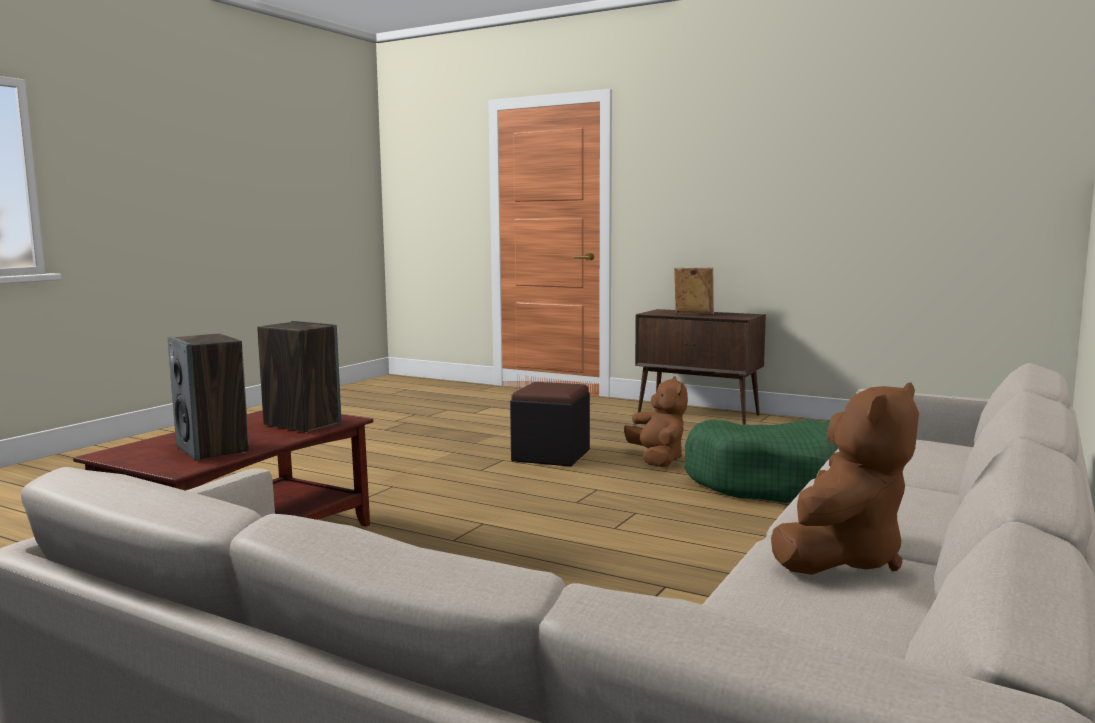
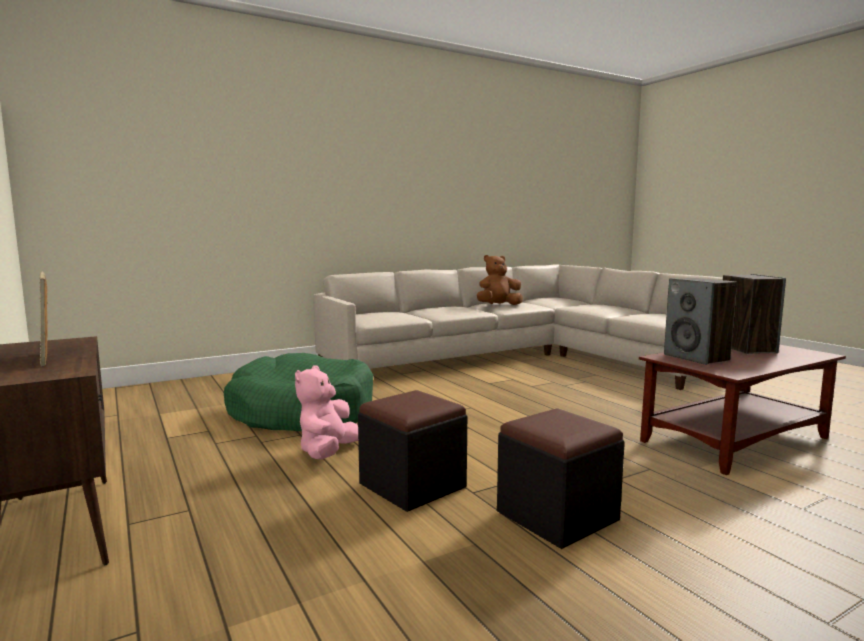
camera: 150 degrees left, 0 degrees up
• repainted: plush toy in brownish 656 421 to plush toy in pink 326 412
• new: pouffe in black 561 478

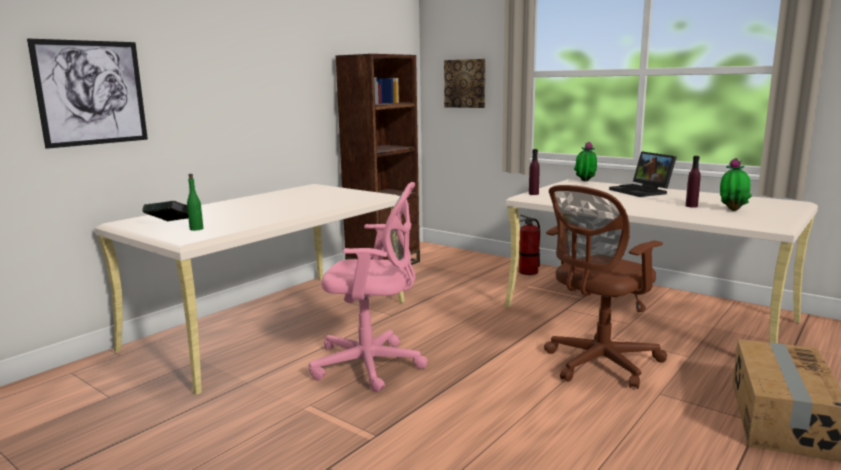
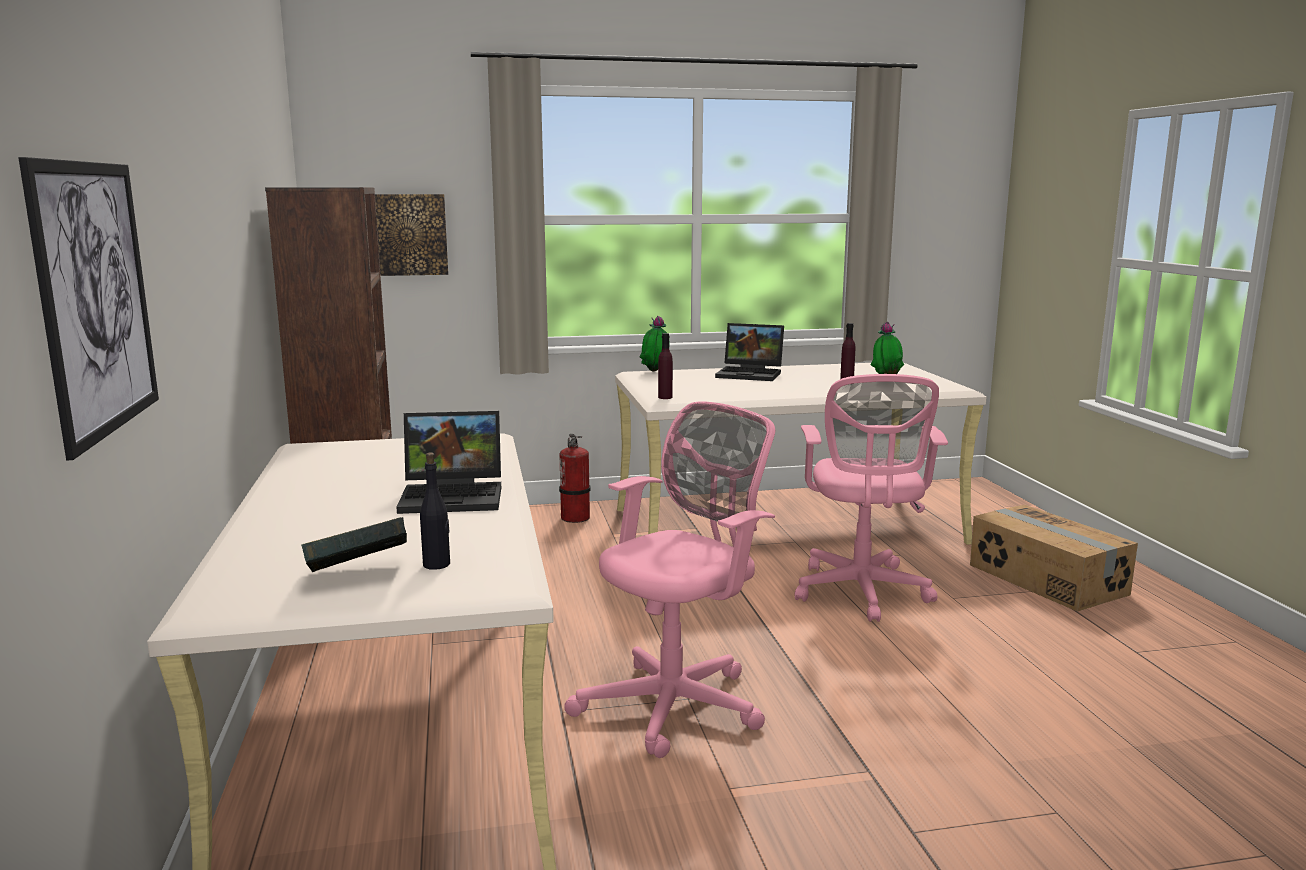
camera: 50 degrees left, 0 degrees up
• repainted: bottle in greenish 195 202 to bottle in black 435 511
• repainted: computer chair in brownish 605 287 to computer chair in pink 871 498
• new: notebook computer 448 462

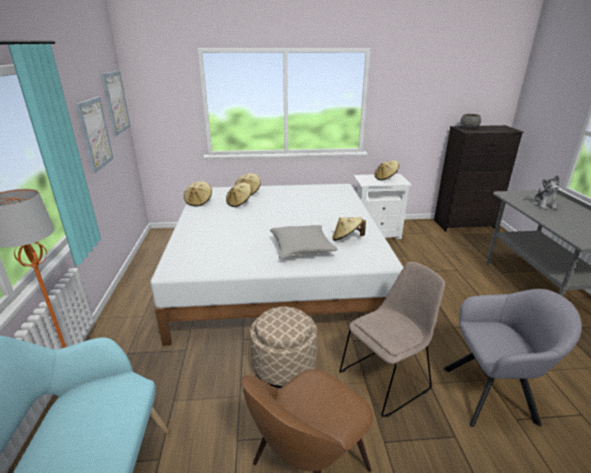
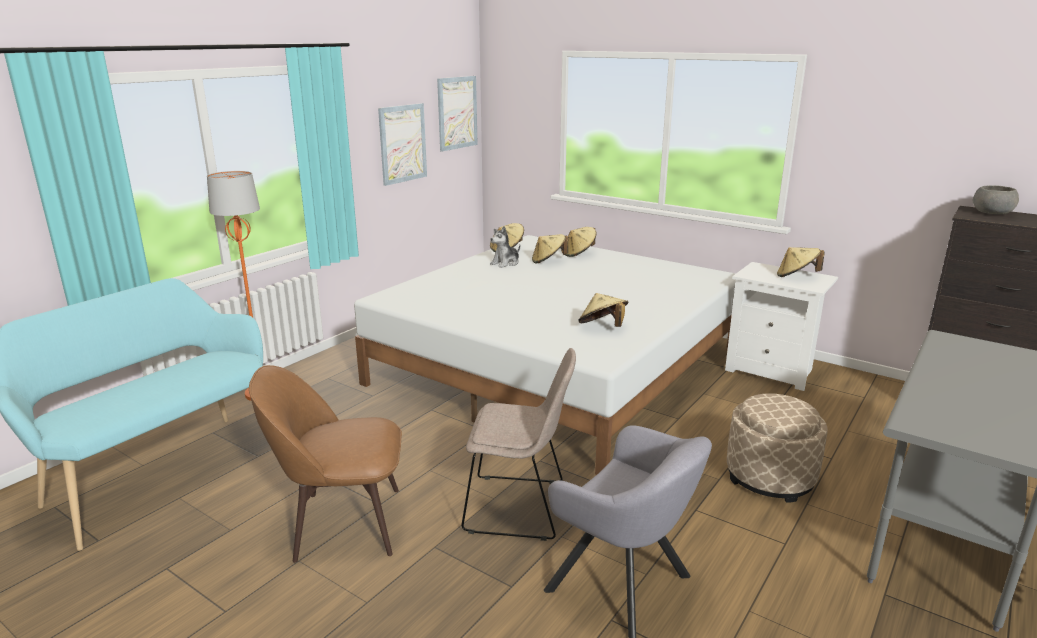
camera: 40 degrees right, 5 degrees down
• shifted: plush toy 546 192 to 505 247
• gone: pillow in greyish 304 242
• shifted: pouffe in beige 283 347 to 777 448

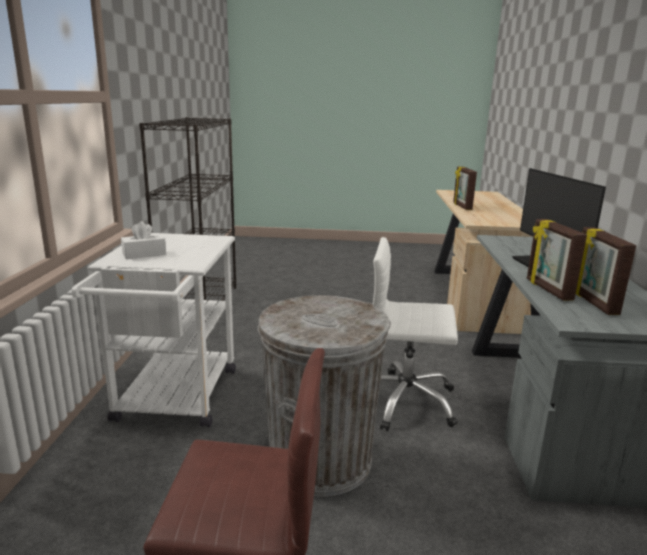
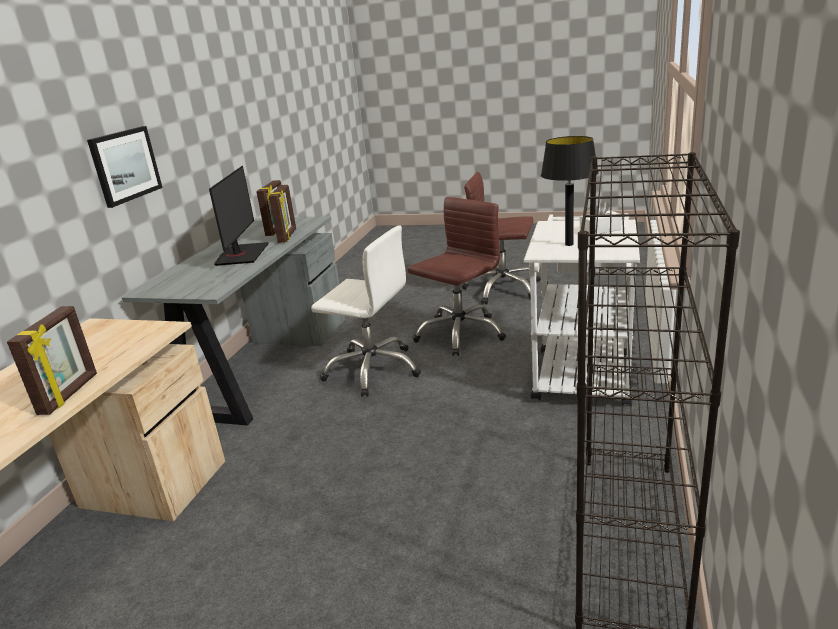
camera: 165 degrees left, 5 degrees up
• swapped: trash can in greyish 324 396 to computer chair in brownish 457 276
• new: picture 125 167
• new: lamp for a table in black 570 191

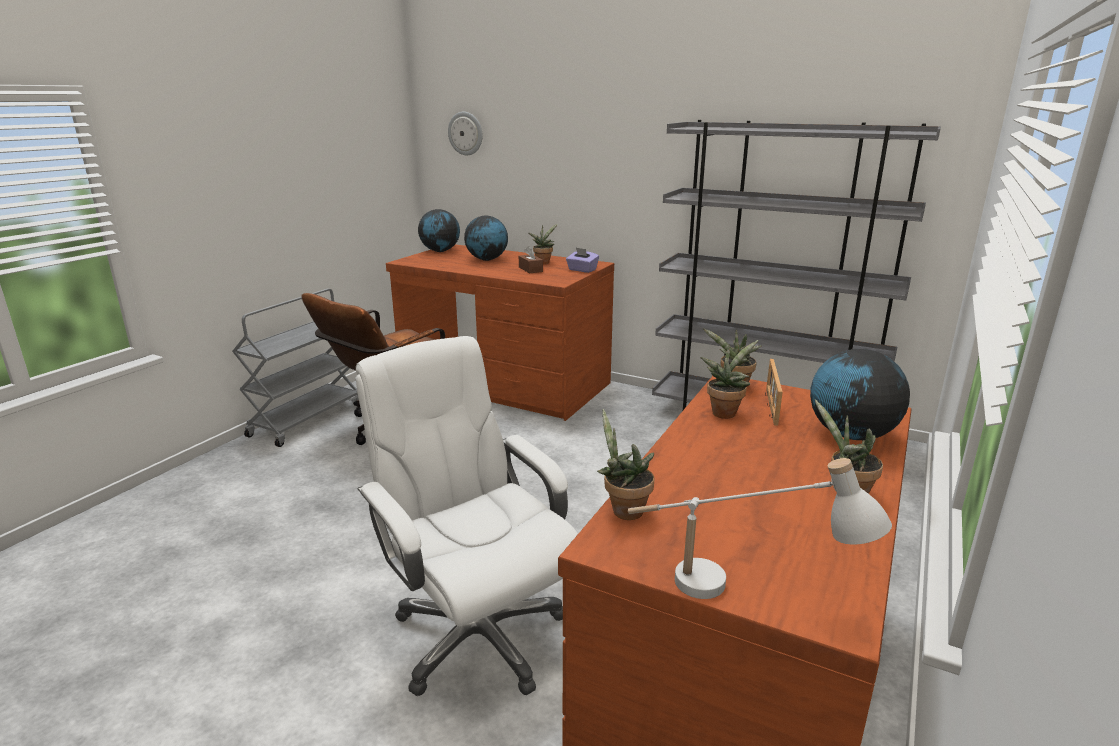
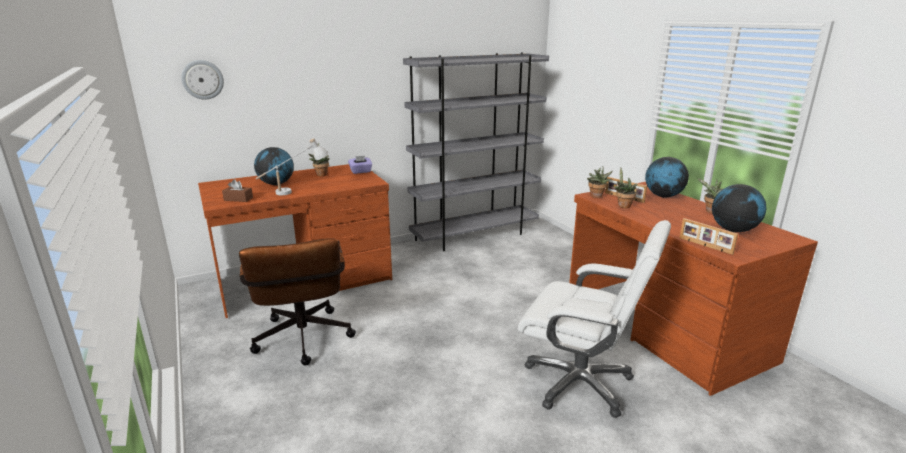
camera: 55 degrees left, 0 degrees up
• shifted: world globe 439 230 to 739 208
• shifted: tissue holder in brownish 531 259 to 237 190
• gone: trolley in greyish 295 368
• rotated: computer chair in white-coloured 467 516 = 594 319 150 degrees counterclockwise
• swapped: plant in a pot 626 464 to photo frame 709 236
• shifted: lamp for a table in white-coloured 760 528 to 291 166

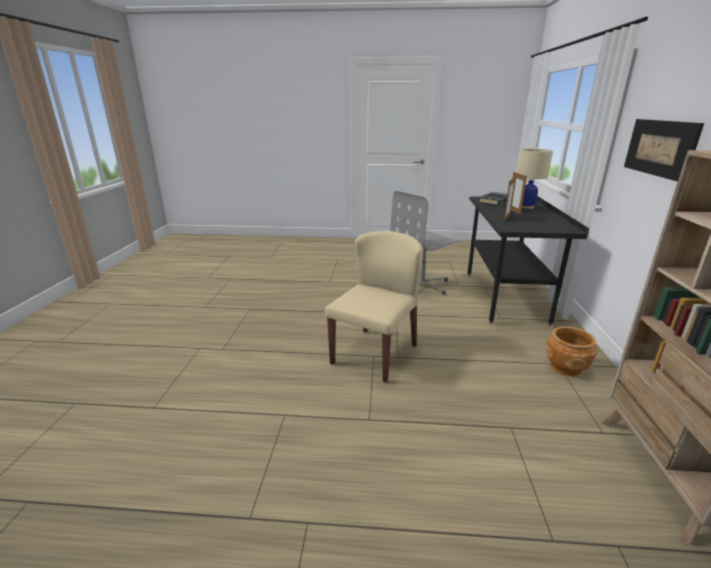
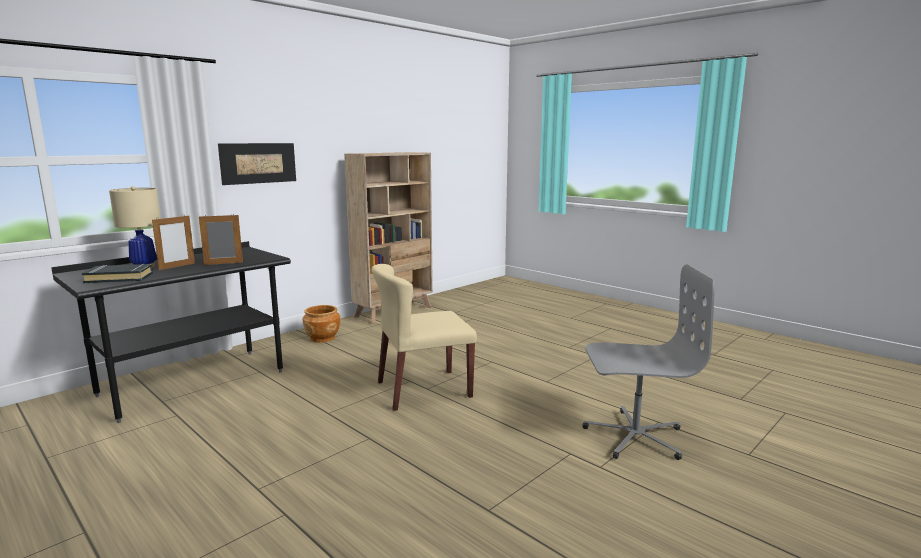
camera: 140 degrees left, 10 degrees down
• shifted: computer chair in greyish 424 243 to 649 362

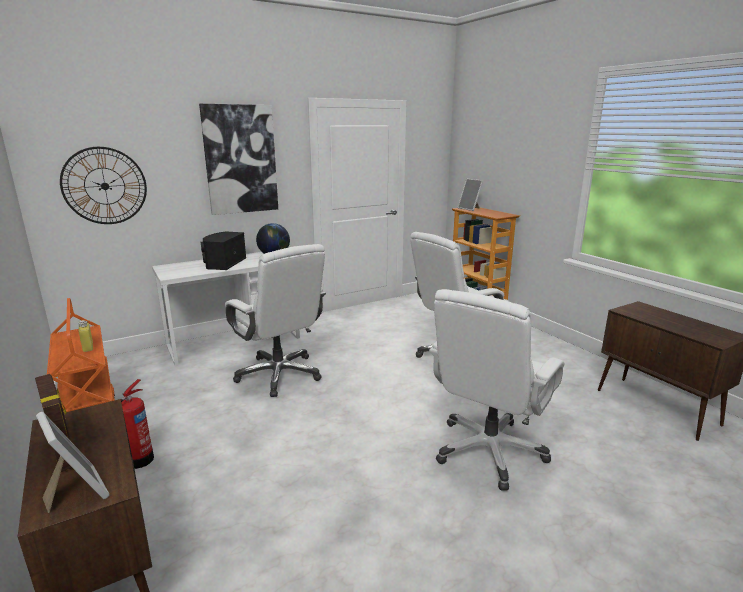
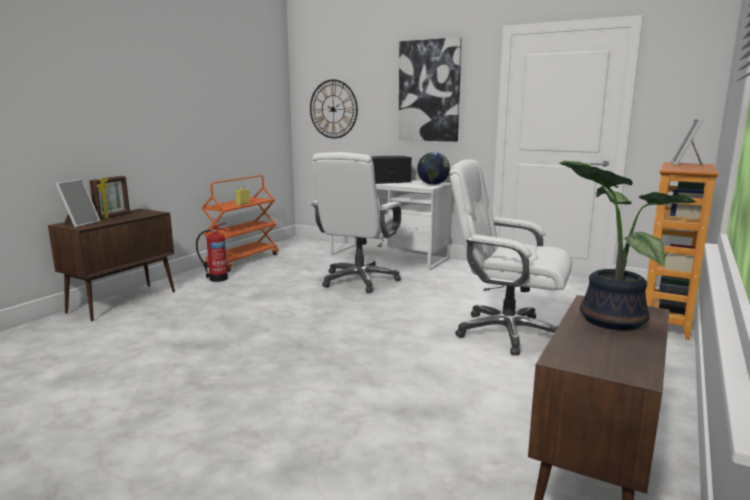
camera: 60 degrees right, 5 degrees down
• gone: computer chair in white-coloured 497 390
• new: plant in a pot 628 245

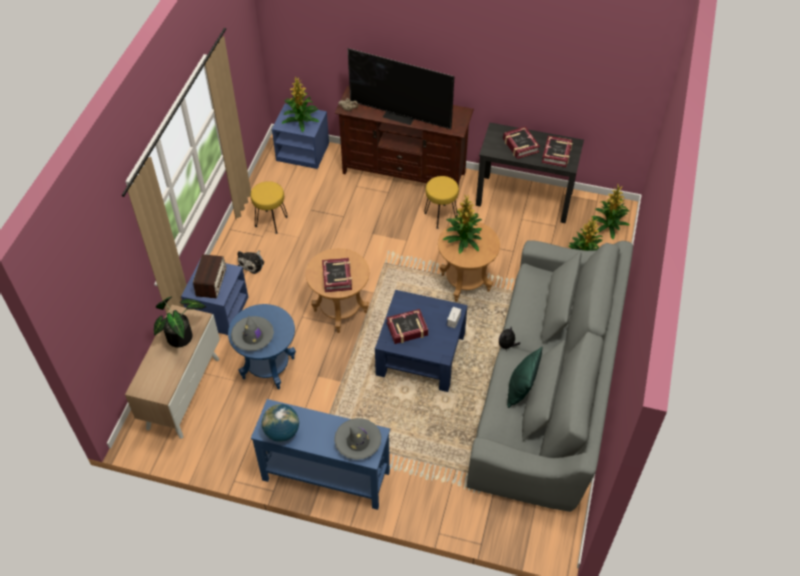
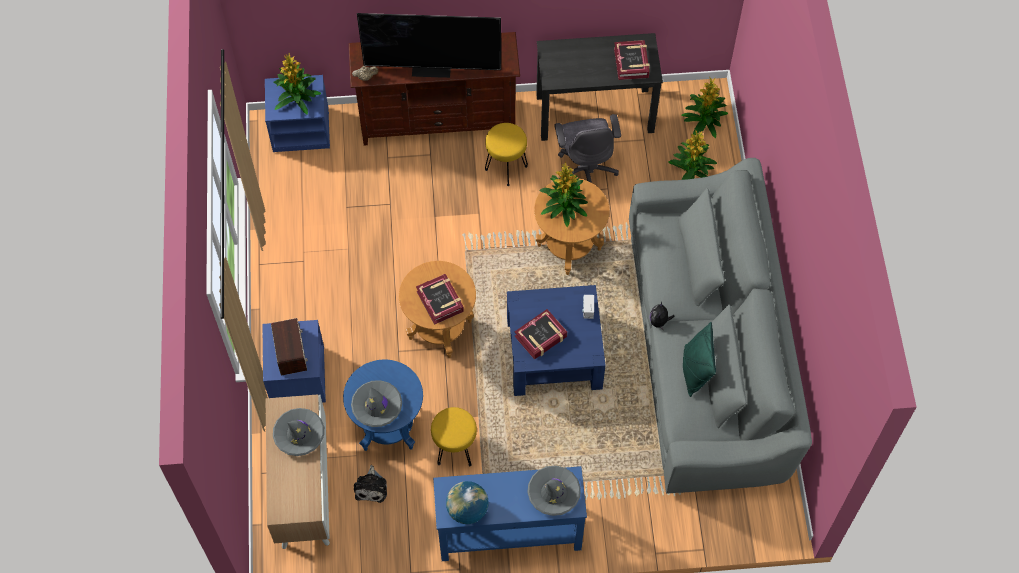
camera: 20 degrees left, 10 degrees up
• gone: book 521 142
• shifted: stool in yellow 269 207 to 454 436
• shifted: plush toy 250 262 to 370 484
• swapped: plant in a pot 180 321 to hat in greyish 298 432
• new: computer chair in greyish 587 148

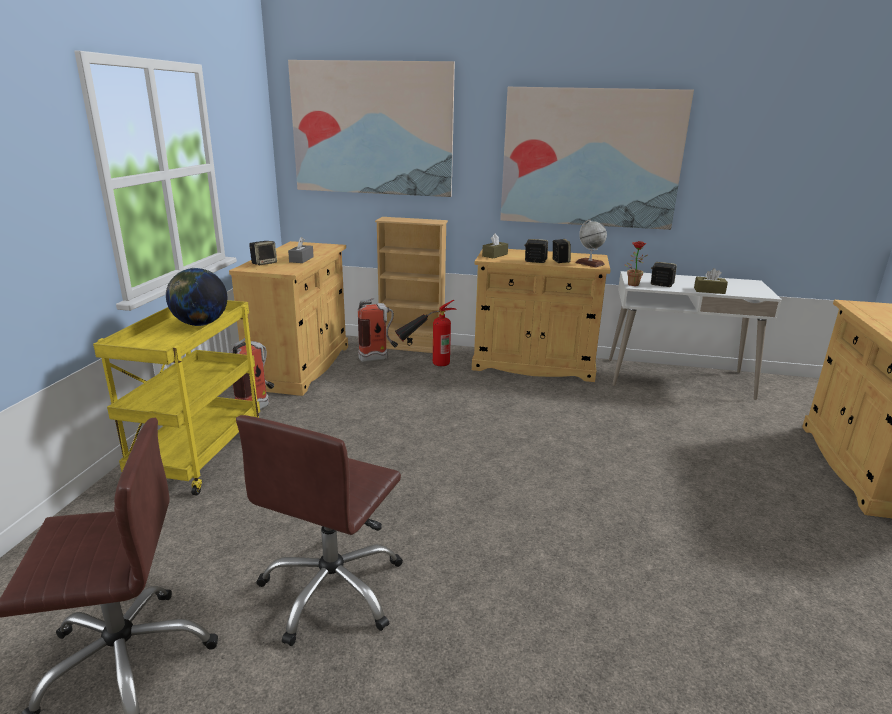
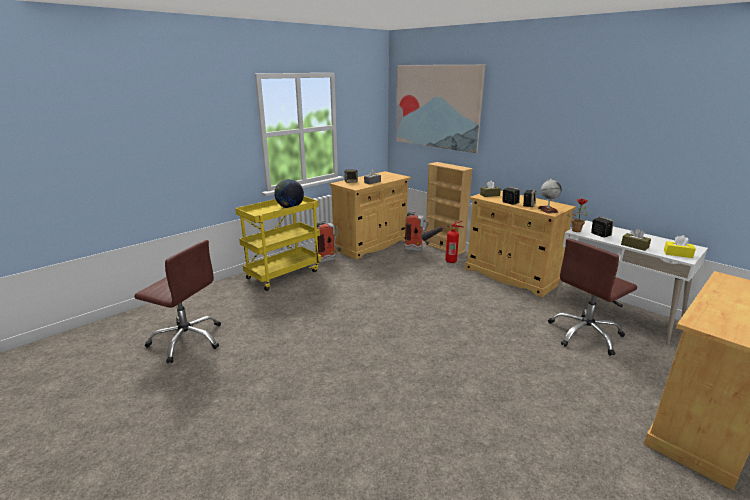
camera: 35 degrees right, 0 degrees up
• gone: picture 597 158
• shifted: computer chair in brownish 319 530 to 592 297
• new: tissue holder in yellow 680 246

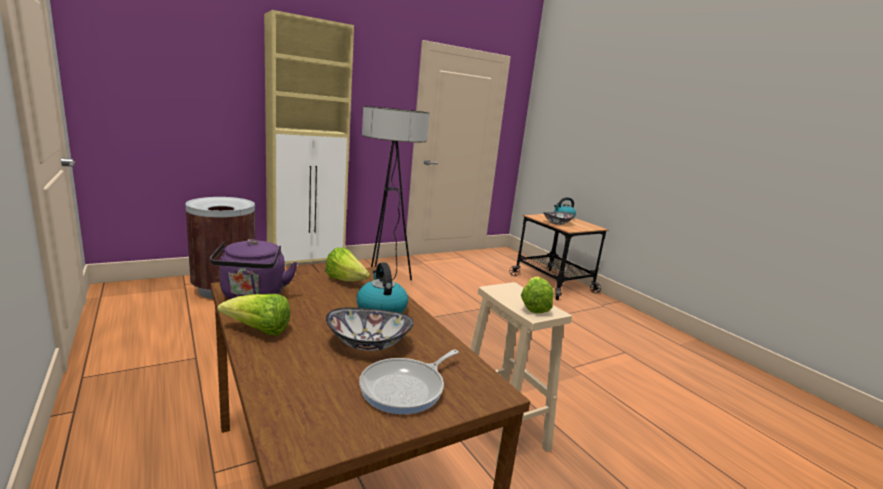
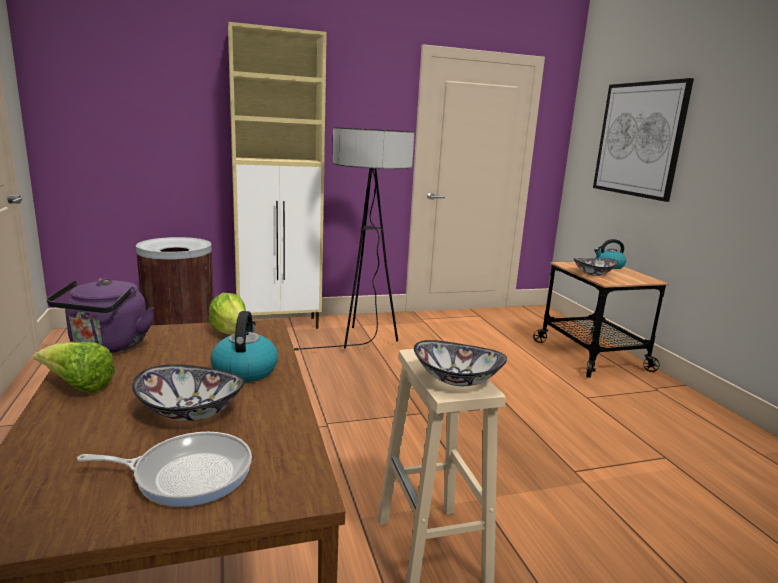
camera: 15 degrees right, 0 degrees up
• swapped: head of lettuce 537 294 to deep dish 460 363
• rotated: skillet 409 382 = 164 469 150 degrees counterclockwise
• new: picture 643 140

